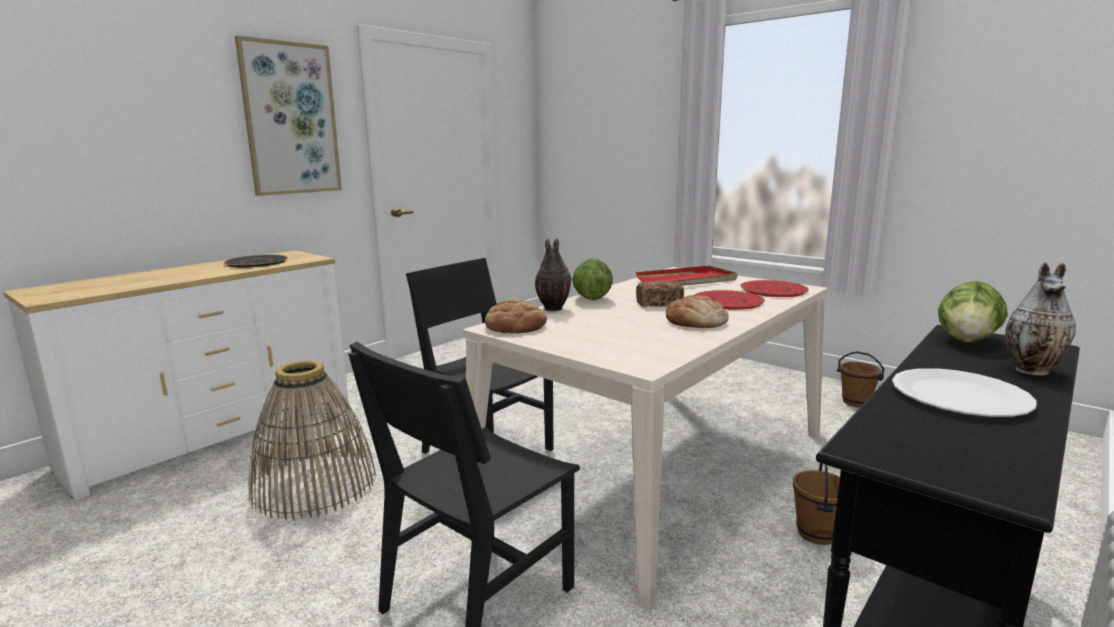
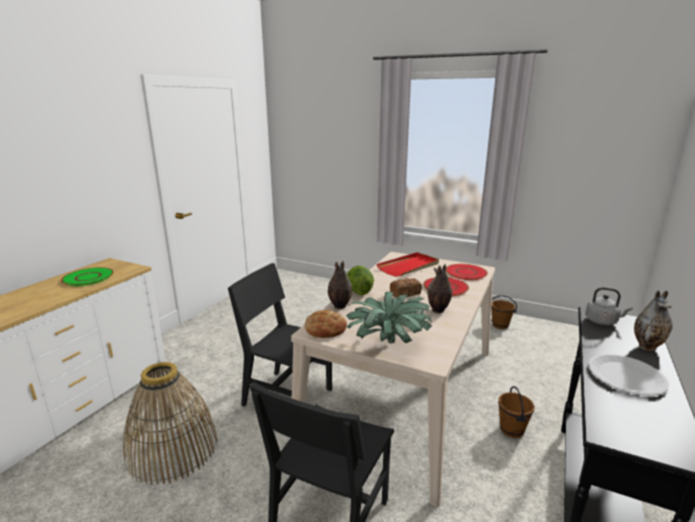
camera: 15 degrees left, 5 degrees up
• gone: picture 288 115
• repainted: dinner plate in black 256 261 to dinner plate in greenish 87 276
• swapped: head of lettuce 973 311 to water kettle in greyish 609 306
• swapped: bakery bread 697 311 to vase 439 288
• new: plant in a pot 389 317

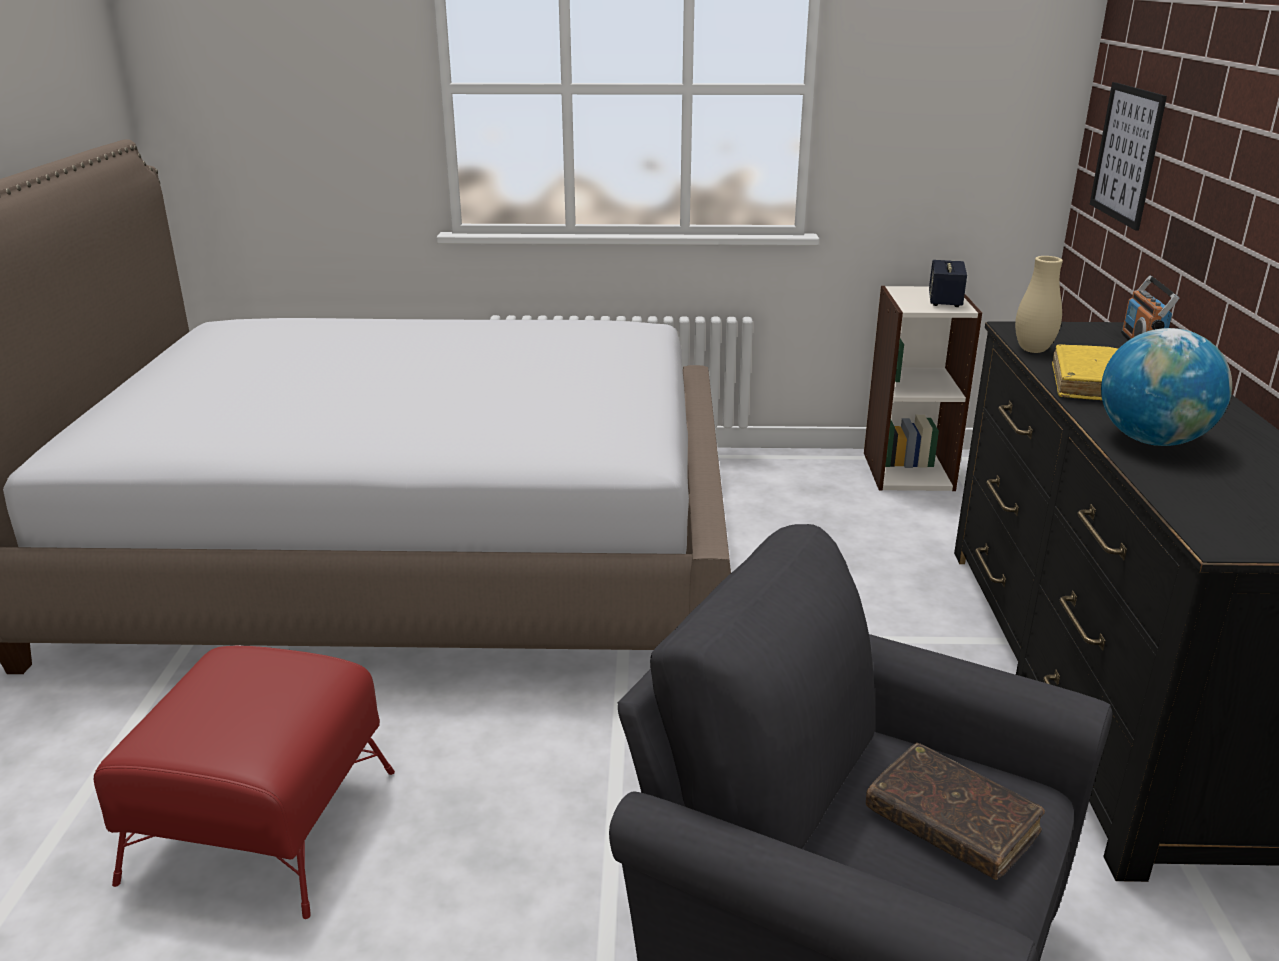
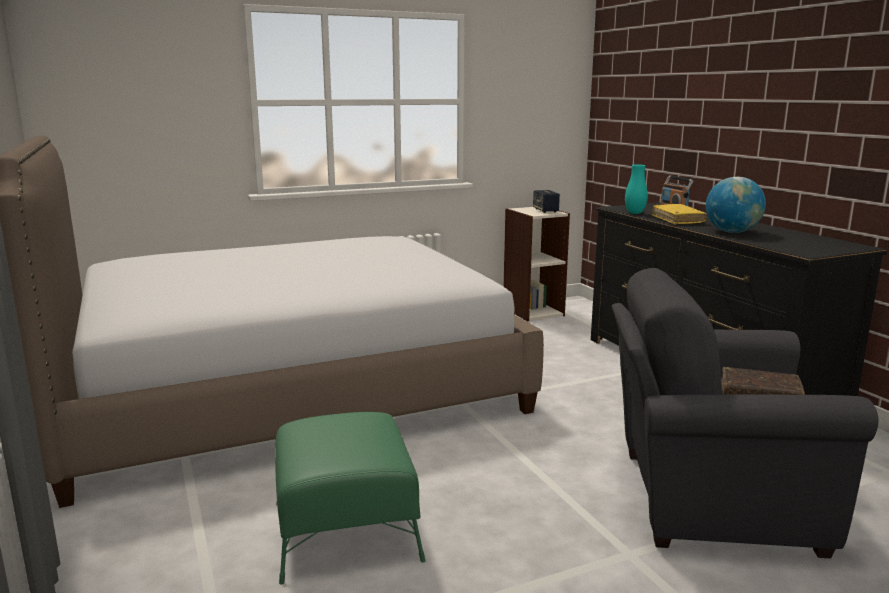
camera: 25 degrees left, 10 degrees down
• gone: picture 1128 156
• repainted: vase in beige 1039 304 to vase in turquoise 636 189
• repainted: pouffe in red 244 782 to pouffe in greenish 350 498

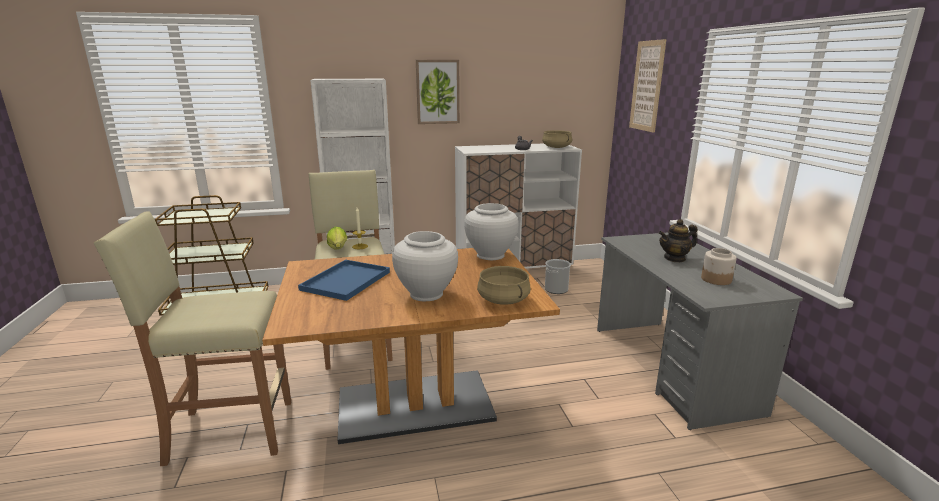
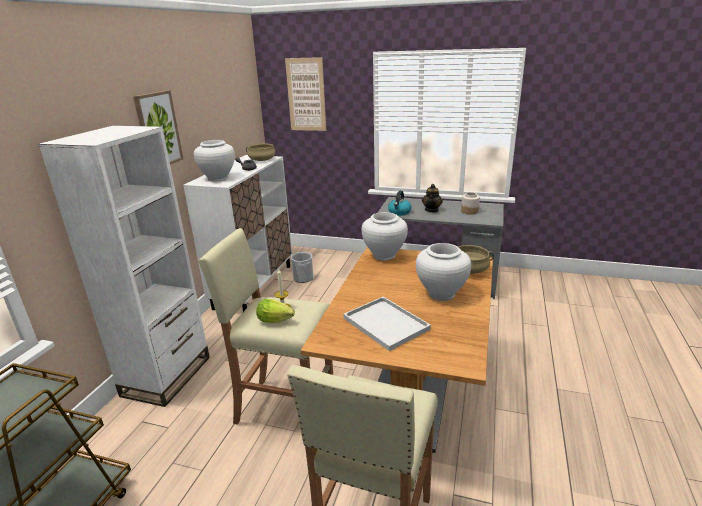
camera: 60 degrees left, 5 degrees up
• repainted: carrying tray in blue 344 280 to carrying tray in white-coloured 387 324
• new: vase in white-coloured 214 161
• new: water kettle 399 203

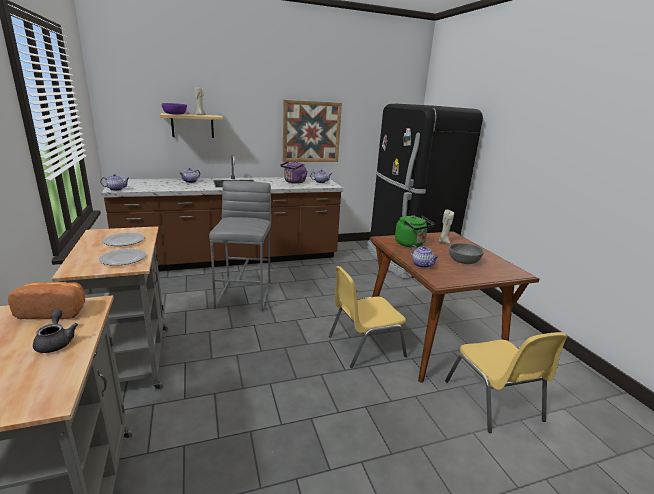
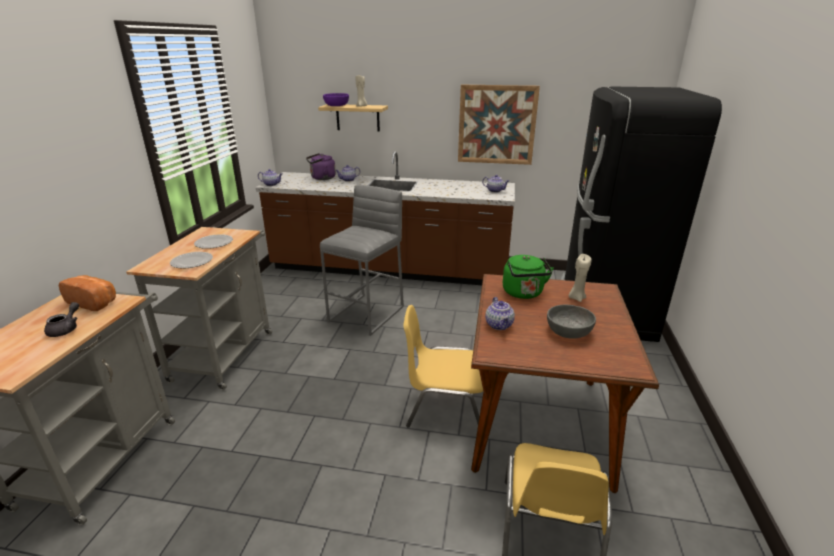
camera: 30 degrees right, 5 degrees up
• shifted: water kettle in purple-coloured 294 172 to 321 166

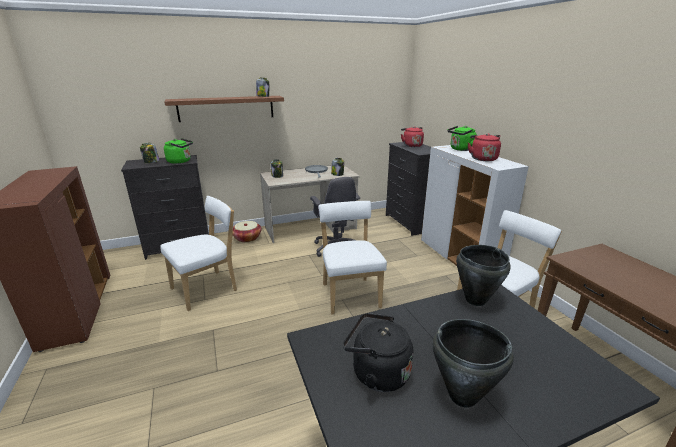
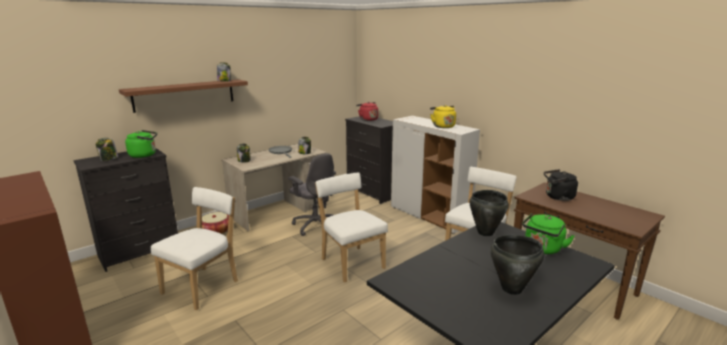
camera: 20 degrees left, 5 degrees down
• shifted: water kettle in greenish 462 138 to 548 233
• repainted: water kettle in red 484 147 to water kettle in yellow 443 116
• shifted: water kettle in black 378 352 to 561 185

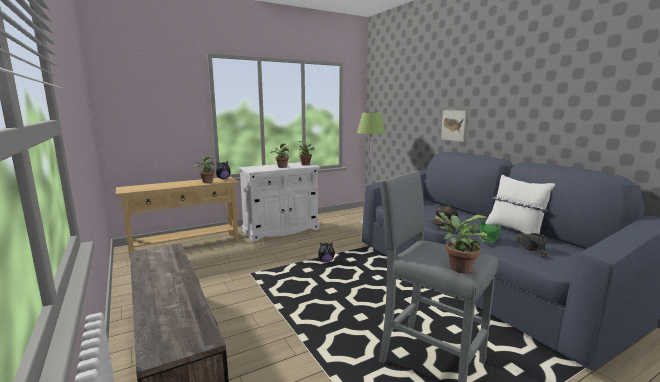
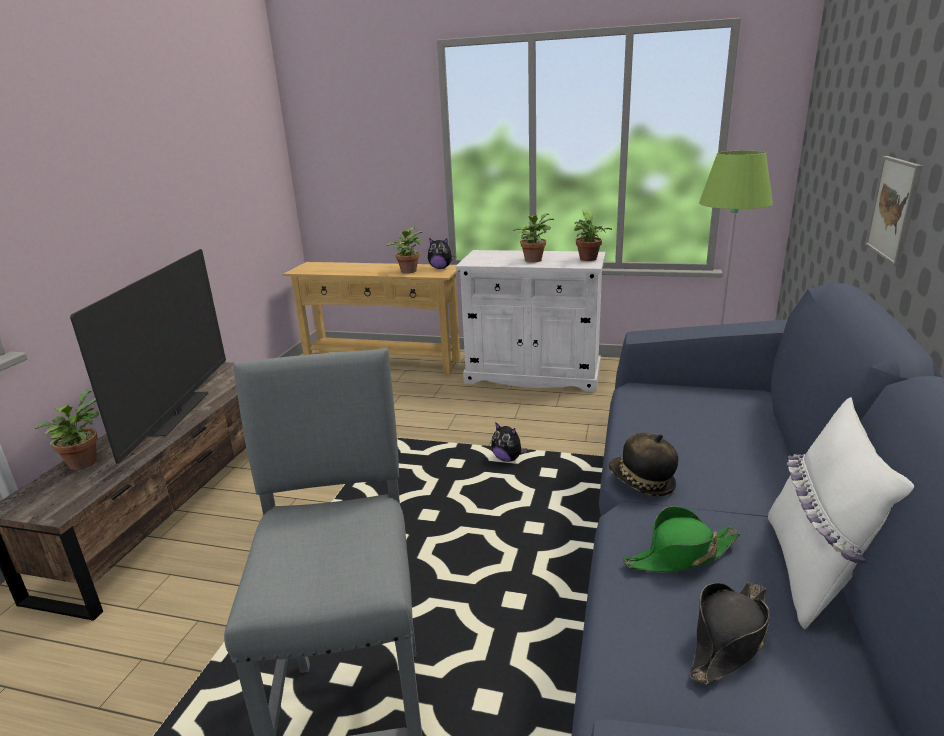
camera: 45 degrees right, 10 degrees up
• shifted: plant in a pot 463 242 to 67 430
• new: TV set 148 356

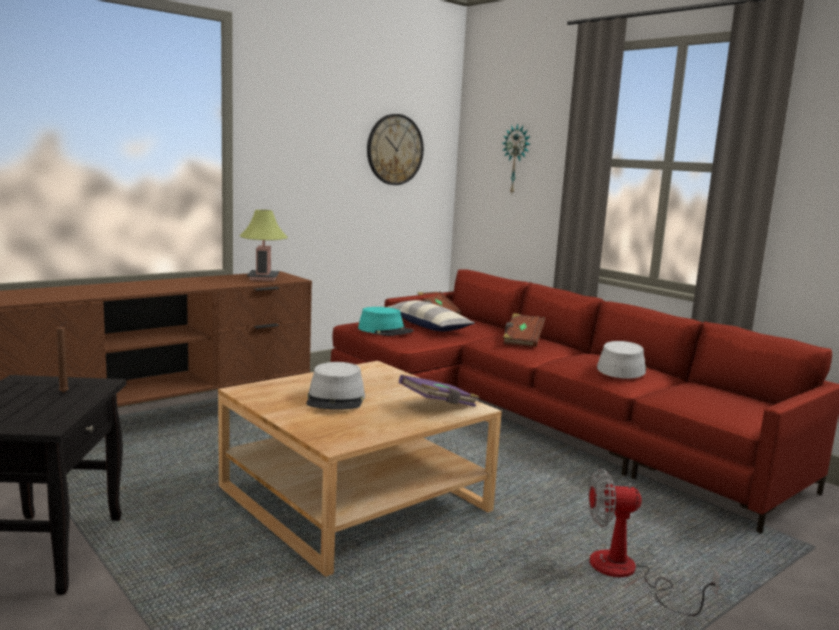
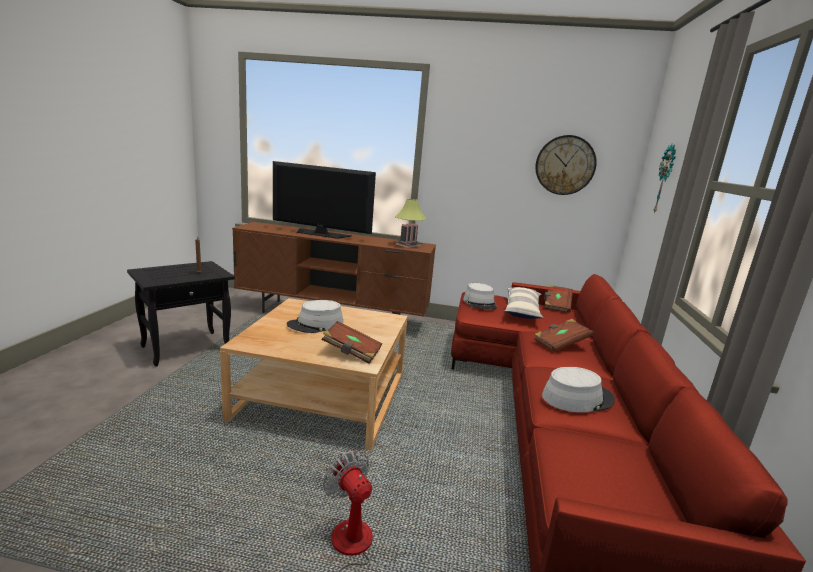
camera: 50 degrees right, 5 degrees up
• repainted: hat in turquoise 386 321 to hat in greyish 480 296
• repainted: book in purple-coloured 439 391 to book in brownish 352 342
• new: TV set 324 200

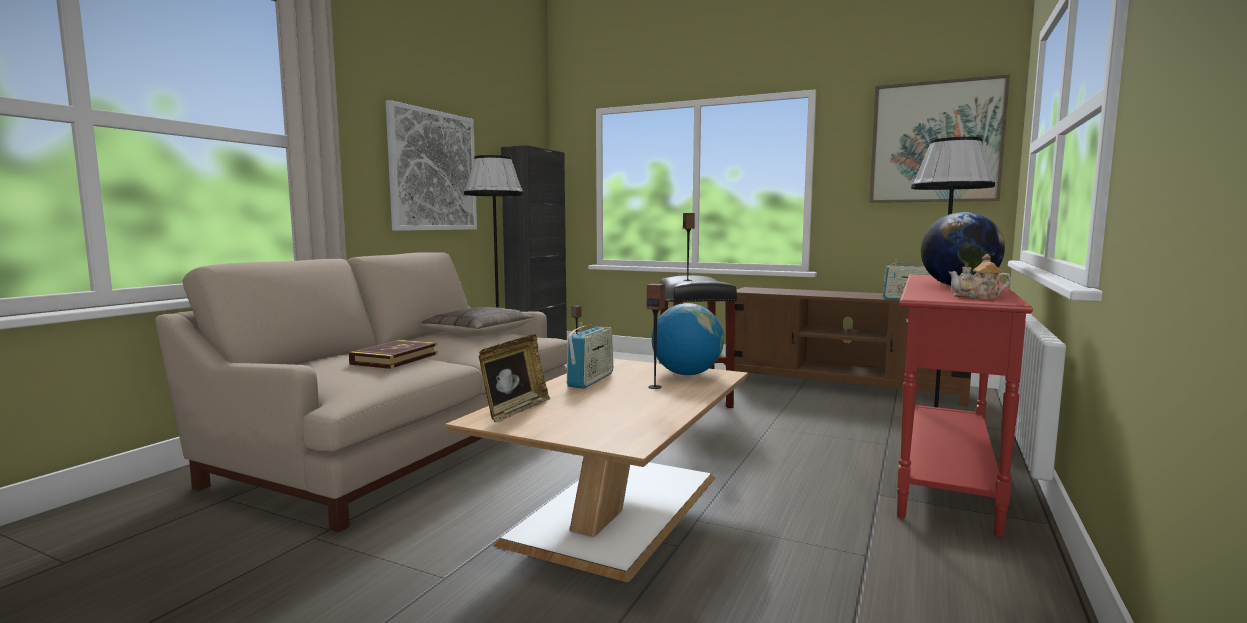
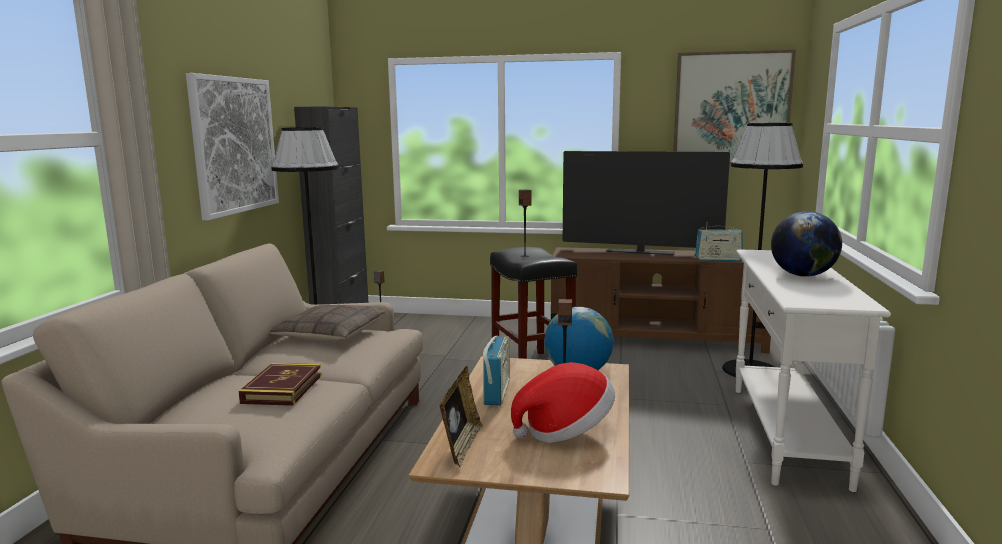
camera: 15 degrees left, 5 degrees up
• gone: tea pot 980 276
• repainted: console table in red 965 405 to console table in white-coloured 813 371
• new: TV set 646 203
• new: hat 563 402

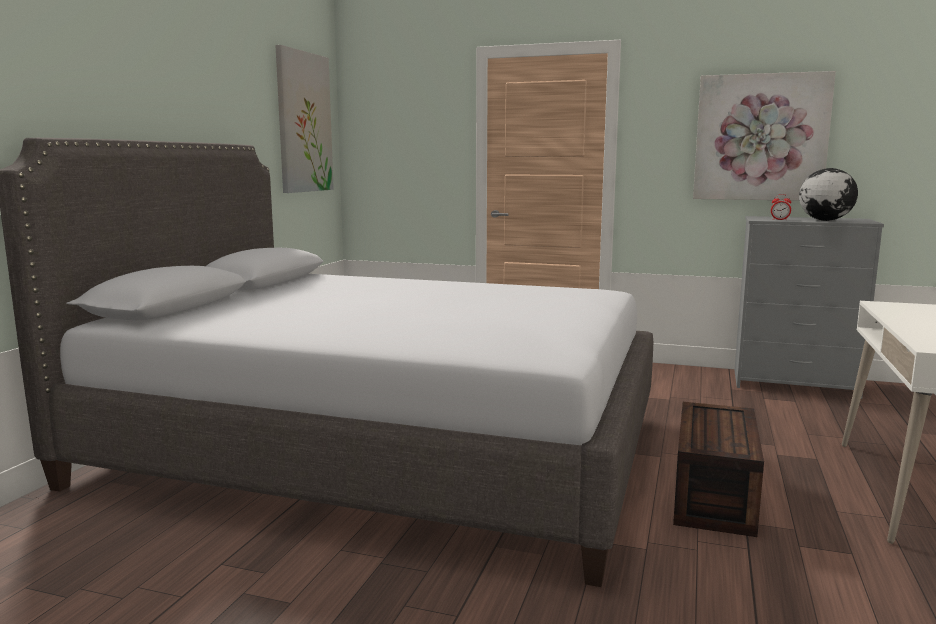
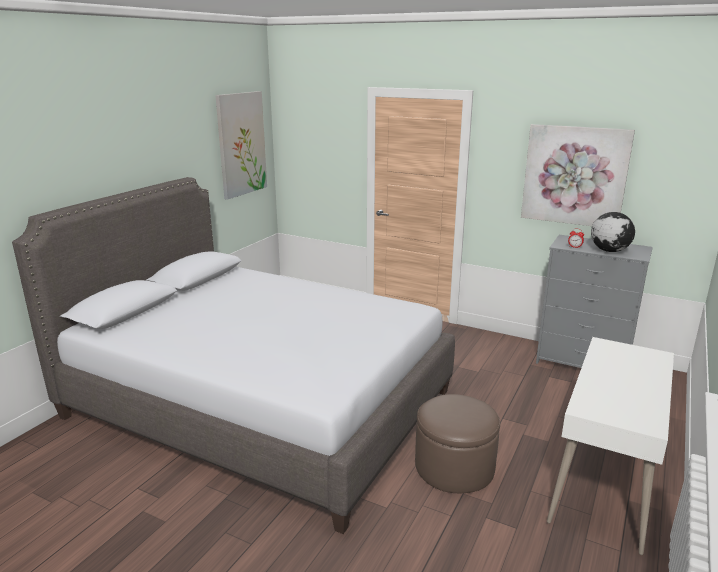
camera: 10 degrees right, 10 degrees up
• swapped: storage bin in brownish 718 469 to pouffe in brownish 457 443

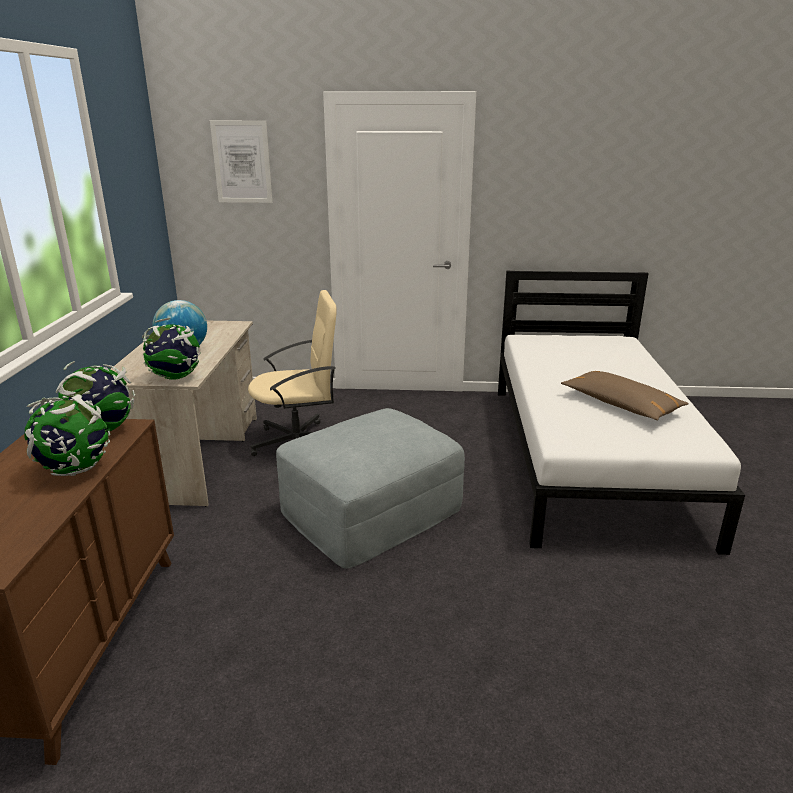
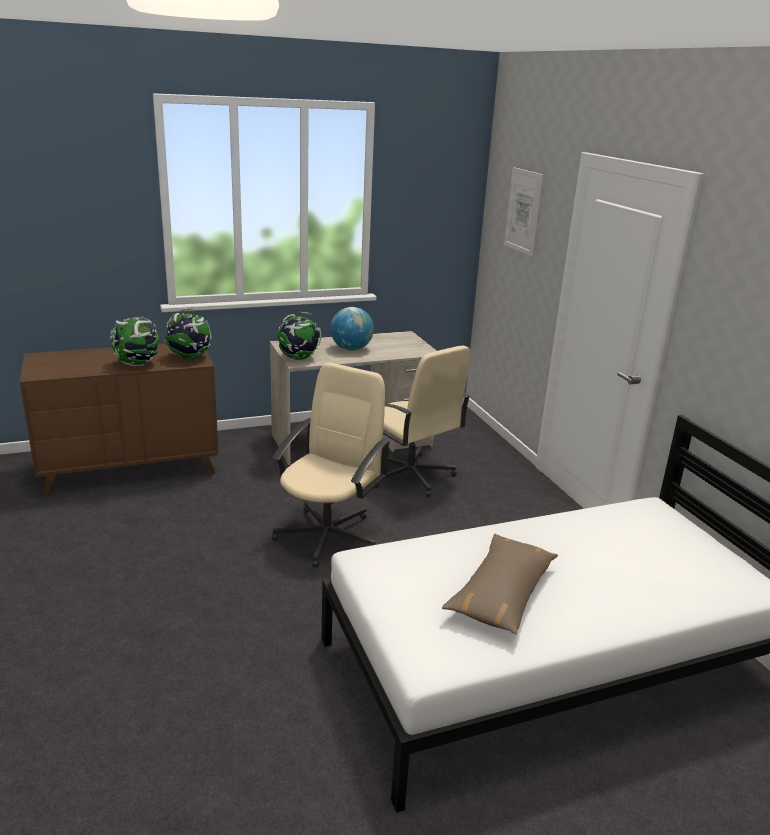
camera: 65 degrees right, 0 degrees up
• swapped: pouffe in greyish 370 488 to computer chair in beige 331 465

